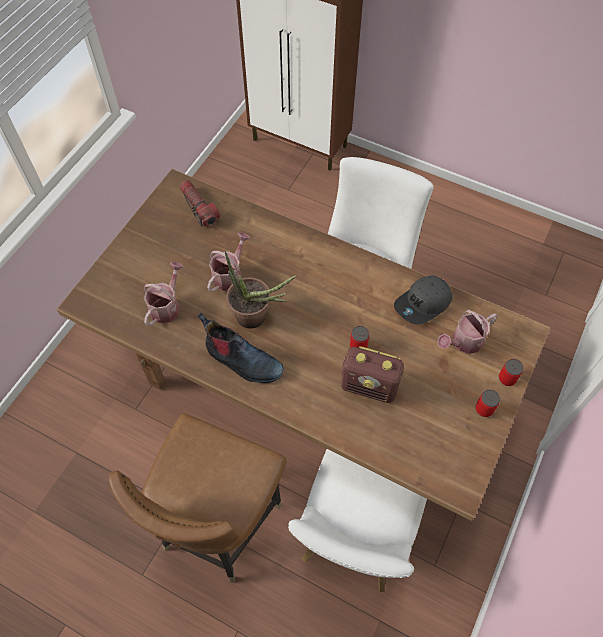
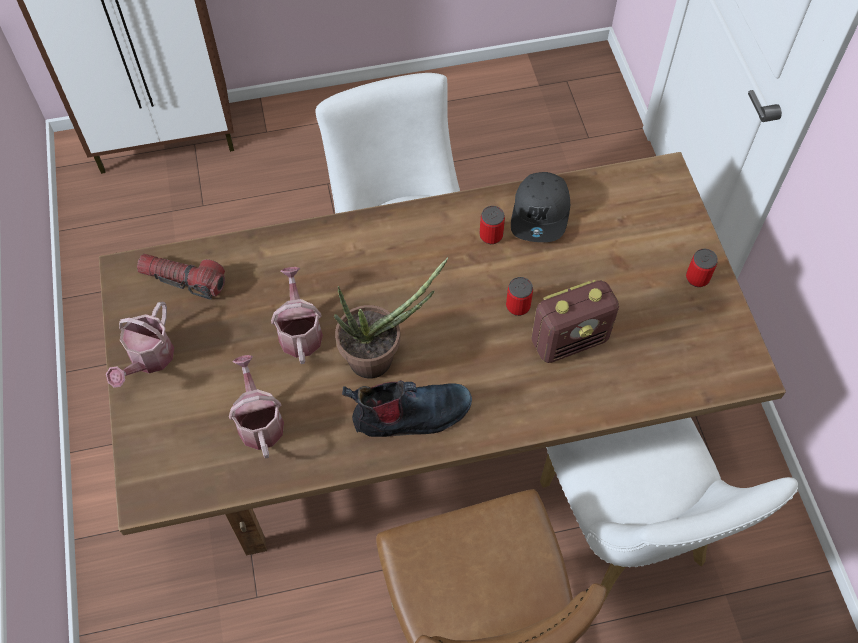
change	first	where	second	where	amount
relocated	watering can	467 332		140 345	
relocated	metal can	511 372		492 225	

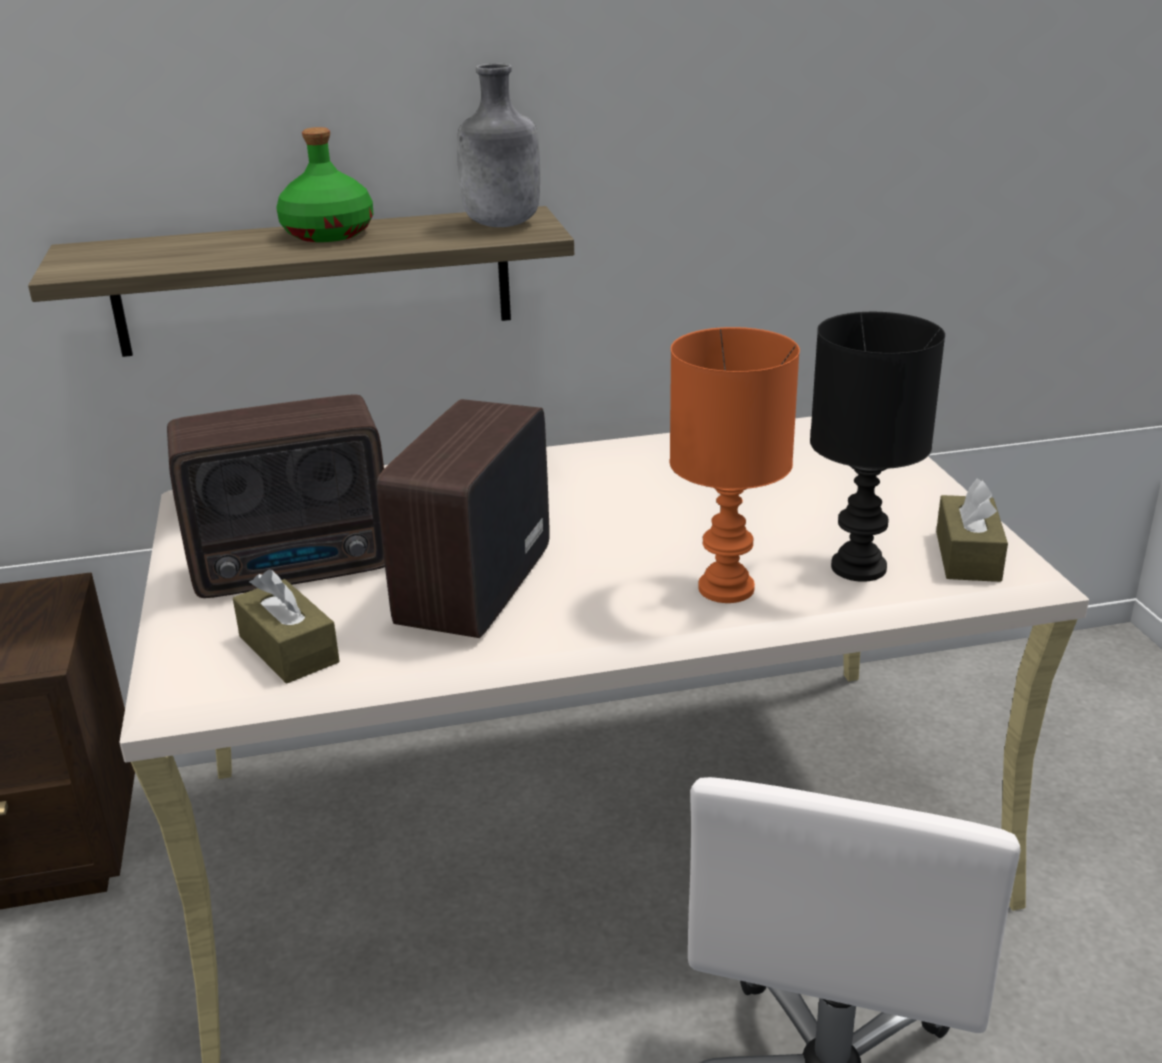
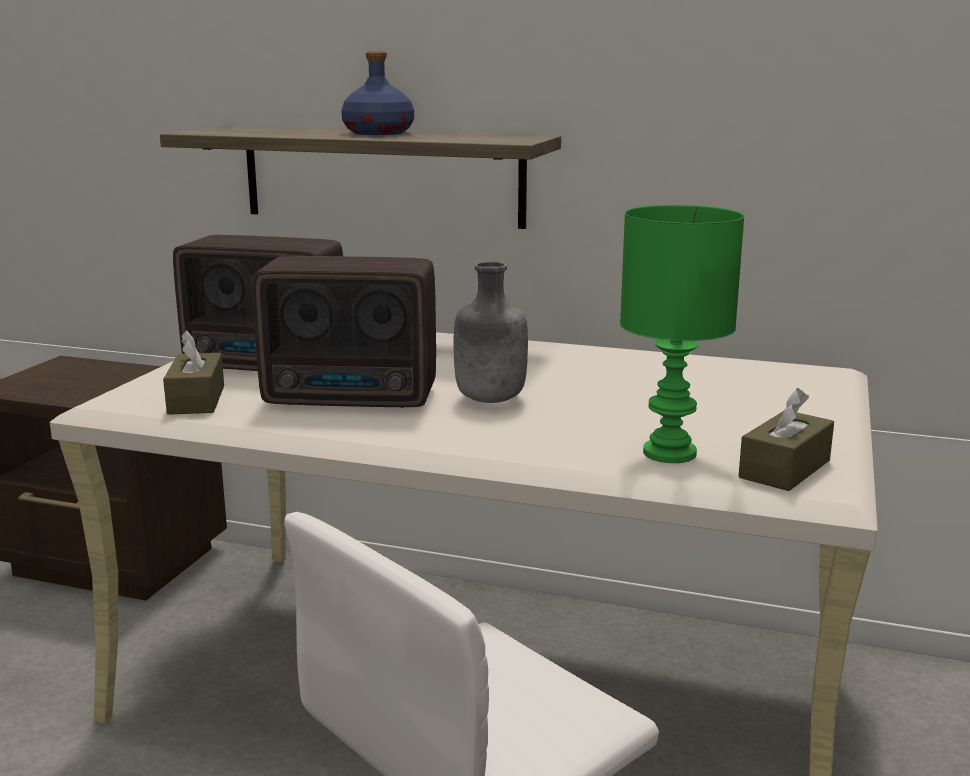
change	first	where	second	where	amount
missing	orange-coloured table lamp	735 465			
relocated	grey beverage bottle	498 145		491 332	
colour	greenish beverage bottle	324 184	blue beverage bottle	377 93	
colour	blackish table lamp	877 447	greenish table lamp	682 334	
spun	radio receiver	463 518		344 332	135 degrees counterclockwise

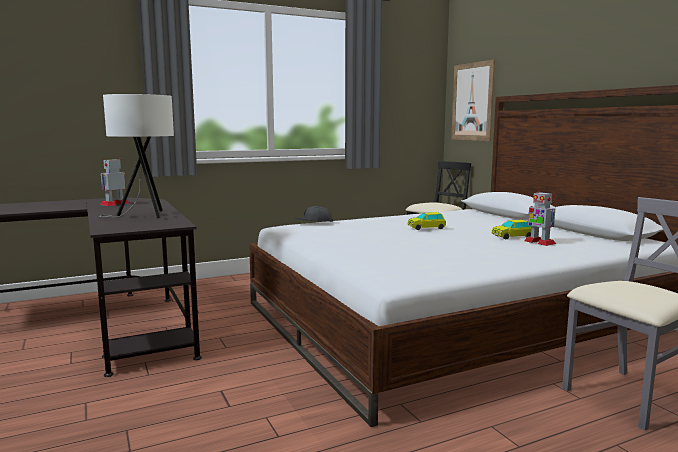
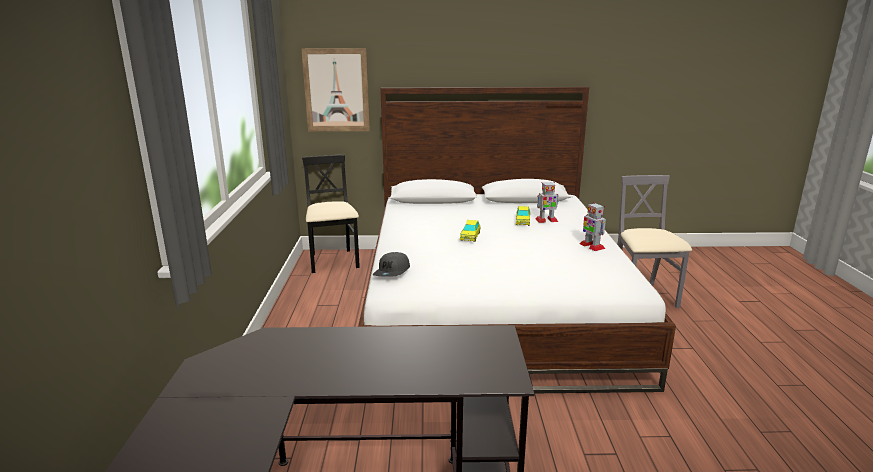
change	first	where	second	where	amount
missing	whitish table lamp	136 156			
relocated	robot figure	114 182		593 226	

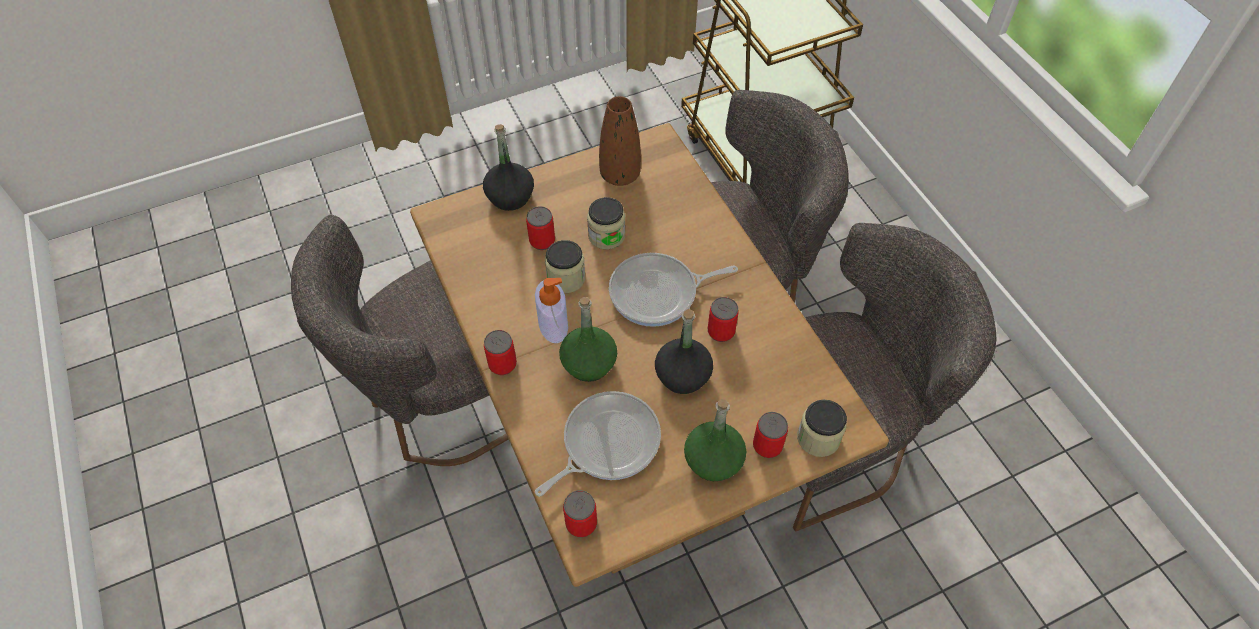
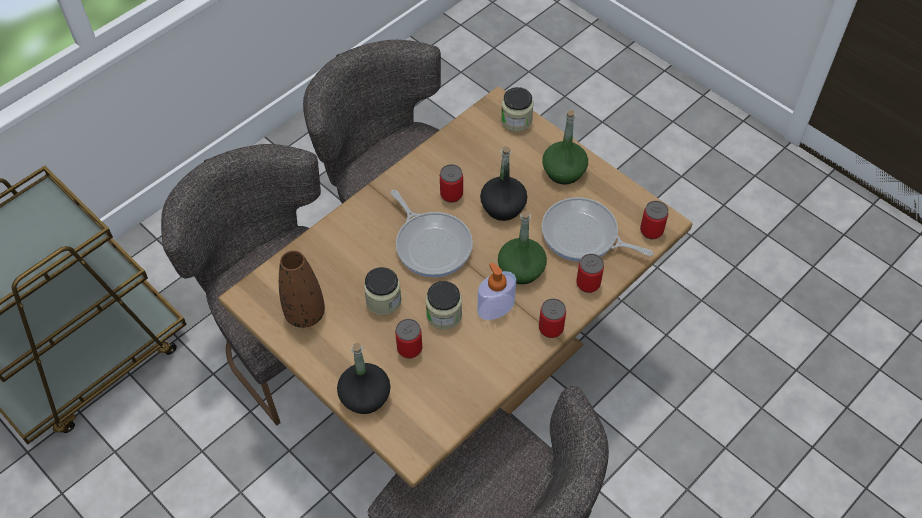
change	first	where	second	where	amount
relocated	metal can	770 435		590 273	

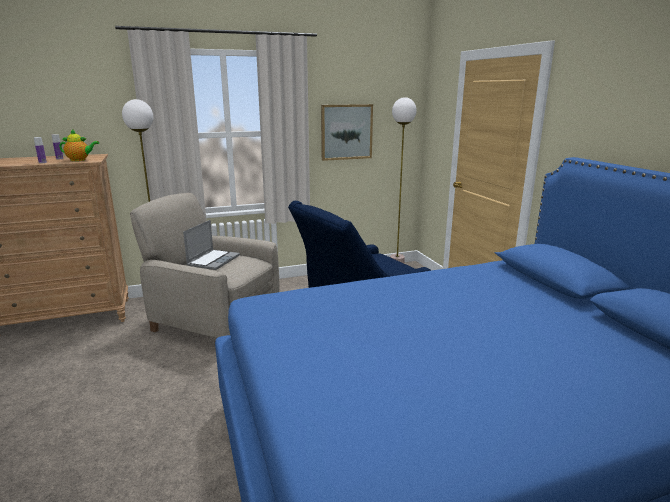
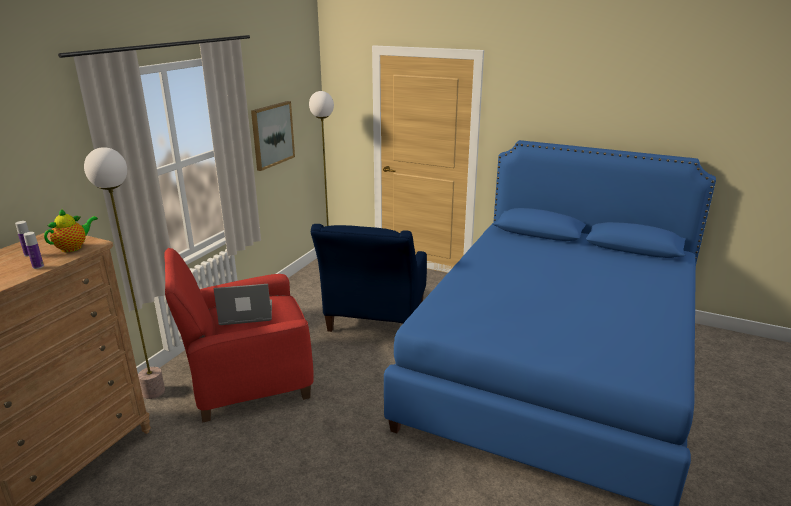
change	first	where	second	where	amount
colour	beige-coloured easy chair	204 265	red-coloured easy chair	239 335	
spun	laptop	211 245		242 304	75 degrees counterclockwise

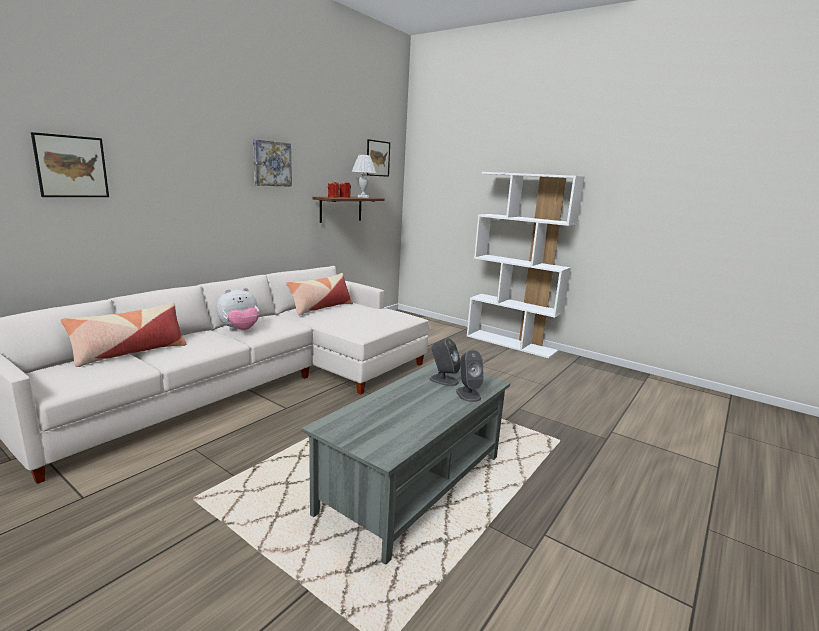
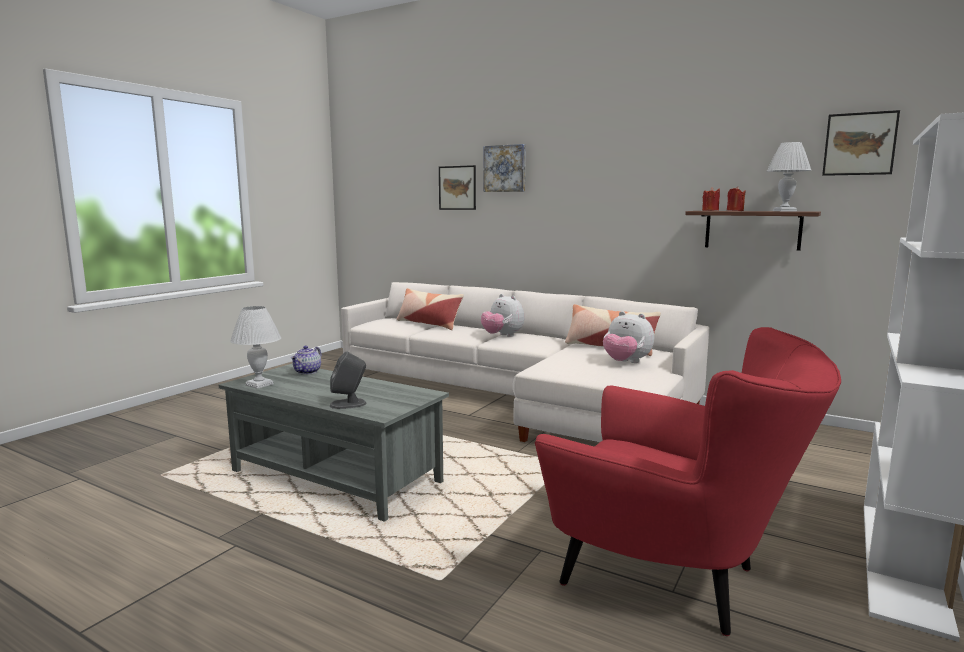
change	first	where	second	where	amount
missing	grey audio speaker	445 362			
appeared			whitish table lamp	255 347	
appeared			teapot	306 360	
appeared			red-coloured easy chair	688 481	
appeared			plush toy	628 337	
relocated	wall art	272 163		505 168	

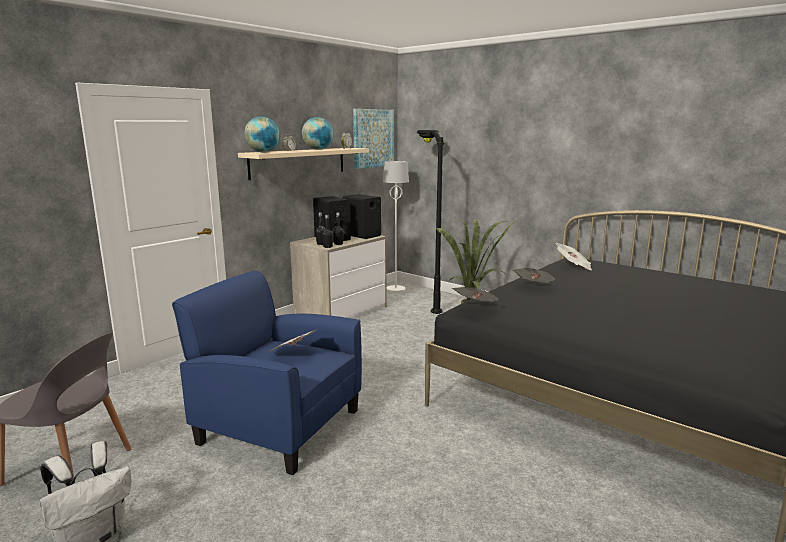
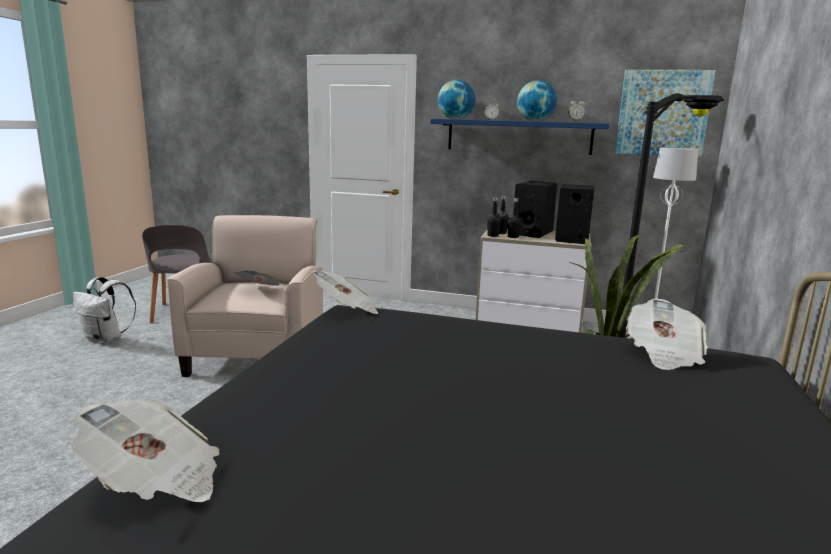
change	first	where	second	where	amount
relocated	newspaper	534 275		145 451	
colour	blue easy chair	267 373	beige-coloured easy chair	245 296	
colour	beige-coloured bracket shelf	303 164	blue bracket shelf	519 137	

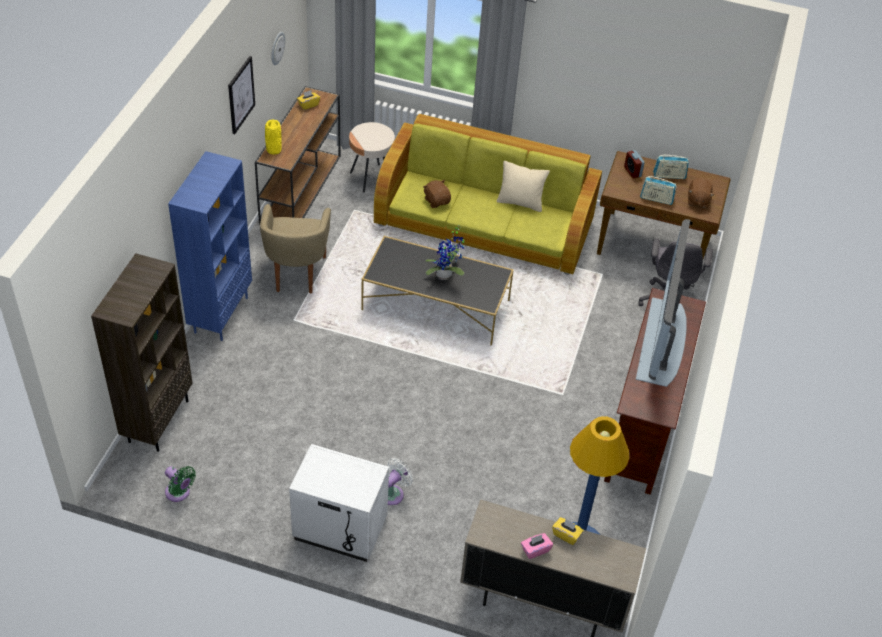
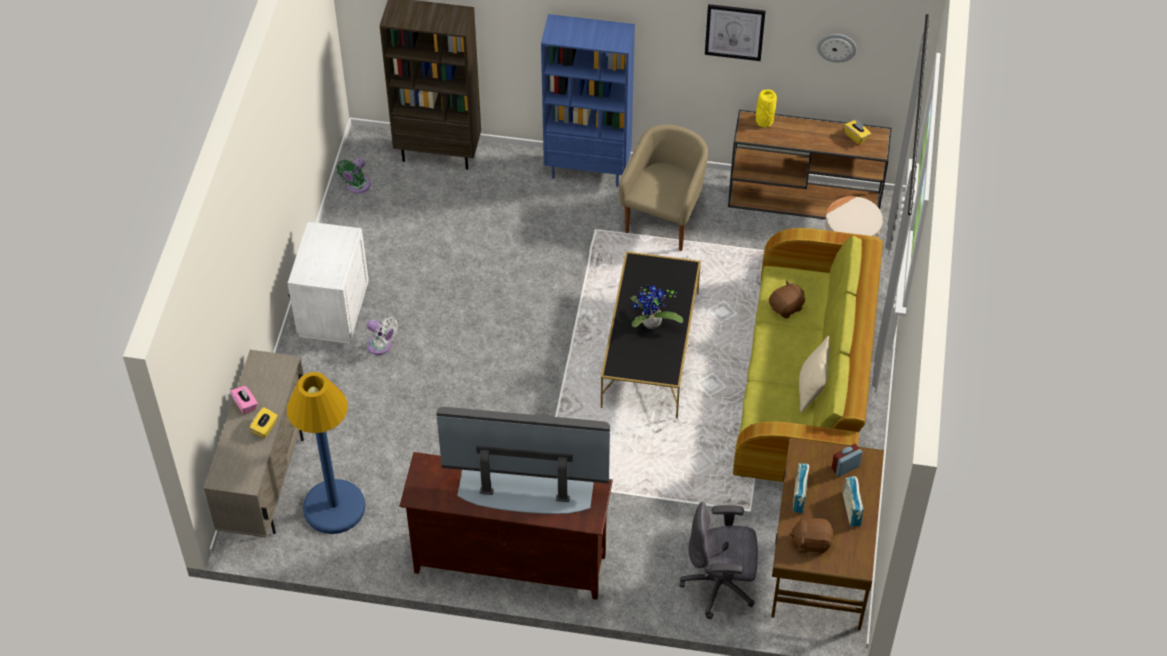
change	first	where	second	where	amount
spun	beige-coloured easy chair	295 248		663 187	120 degrees clockwise

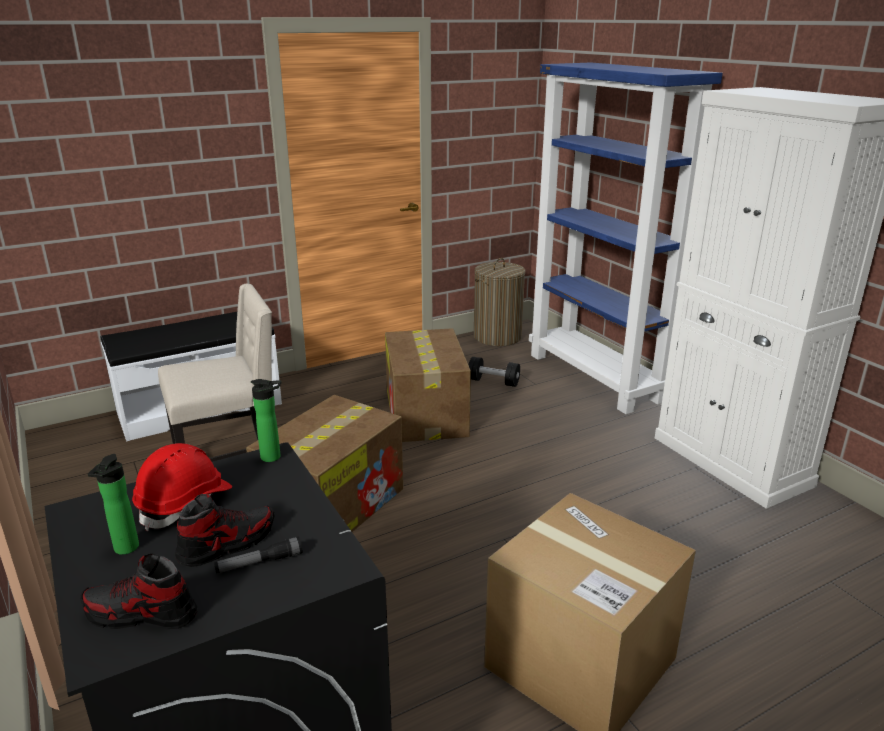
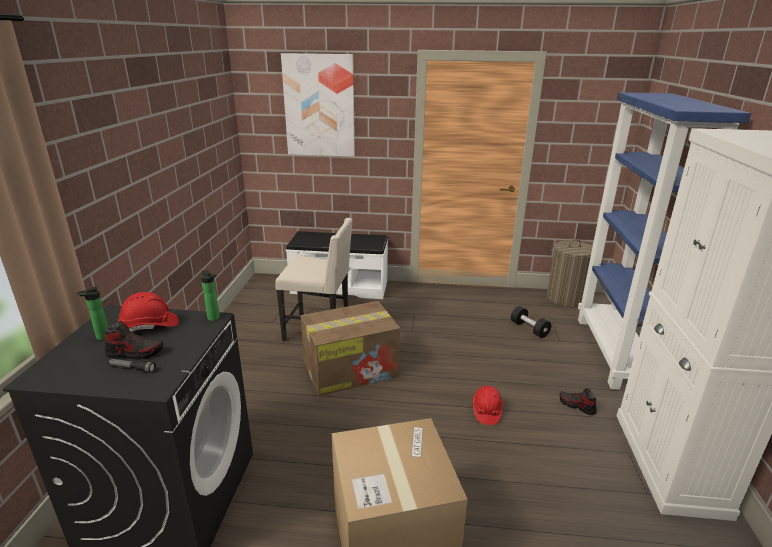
change	first	where	second	where	amount
missing	cardboard box	428 385			
appeared			wall art	318 105	
appeared			red-coloured work helmet	488 405	
relocated	shoe	139 591		578 402	

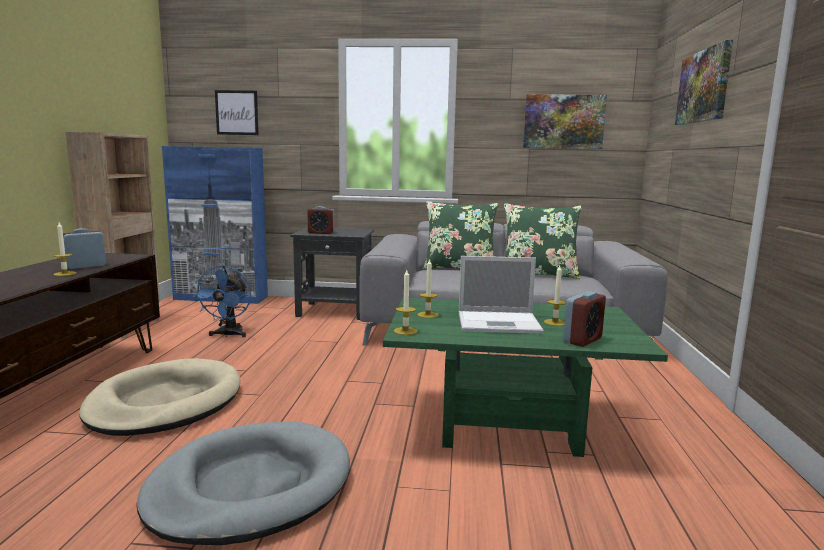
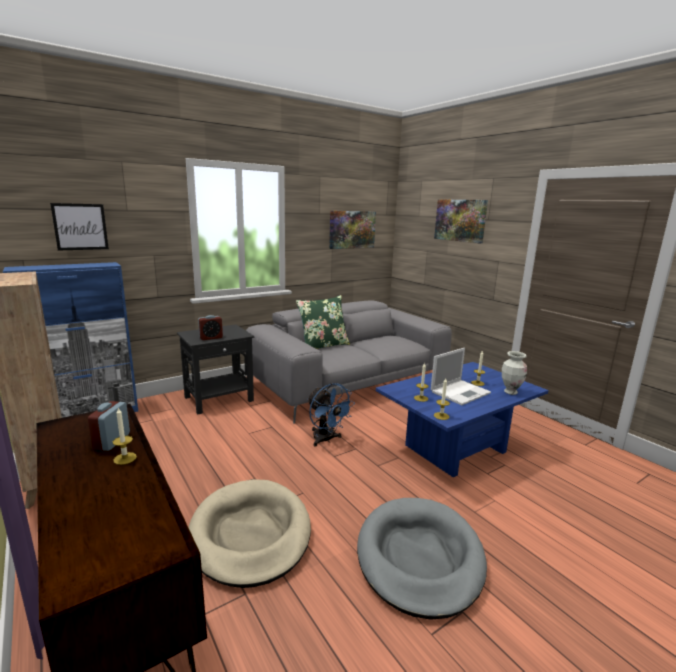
change	first	where	second	where	amount
missing	greenish cushion	543 241			
relocated	blue electric fan	222 301		330 414	
exchanged	table clock	584 319	decorative vase	514 373	
colour	greenish low table	525 377	blue low table	462 419	

